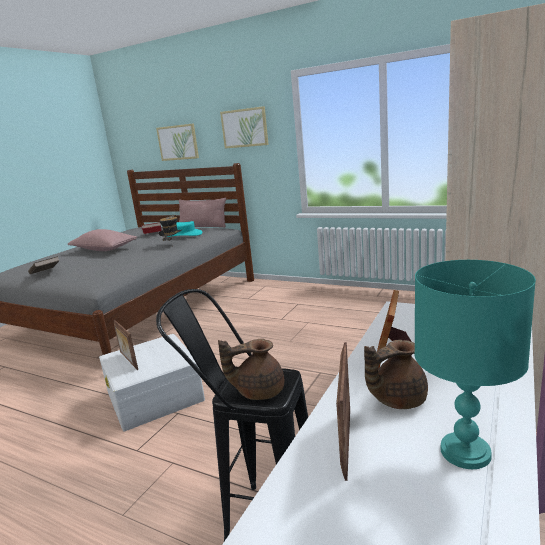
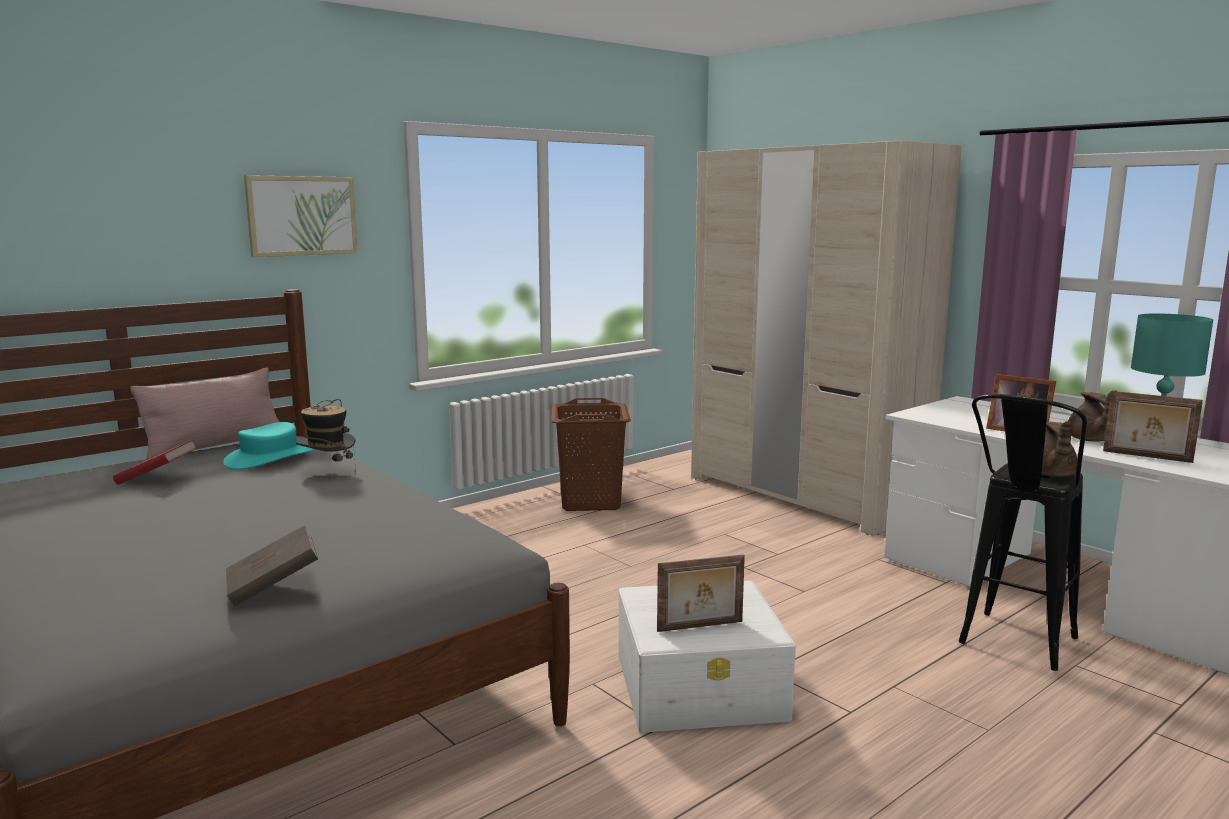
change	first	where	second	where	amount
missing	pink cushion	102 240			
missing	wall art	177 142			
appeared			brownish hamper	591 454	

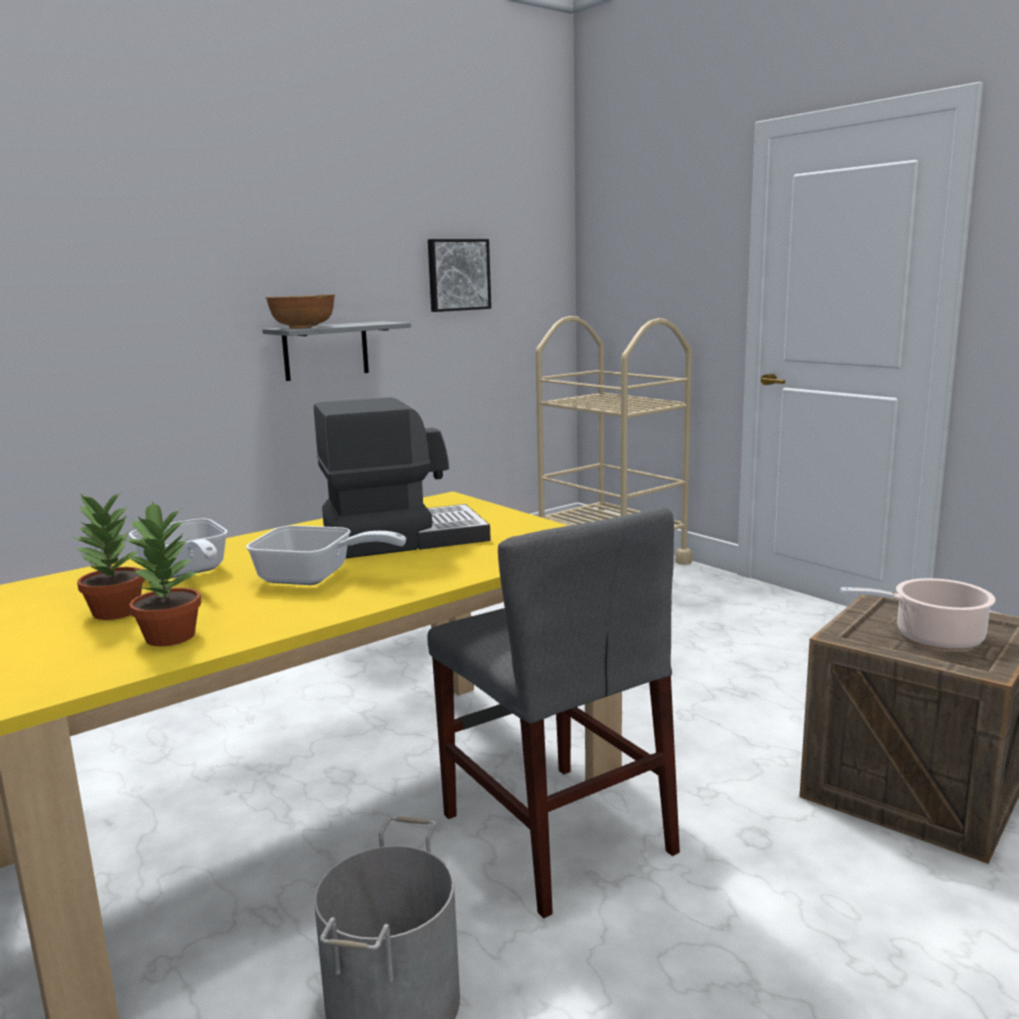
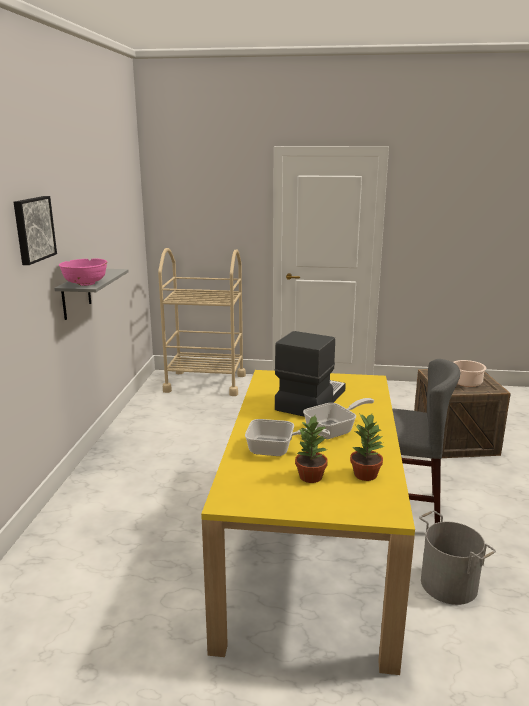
change	first	where	second	where	amount
relocated	wall art	459 275		35 230	
colour	brownish serving bowl	300 311	pink serving bowl	83 272	

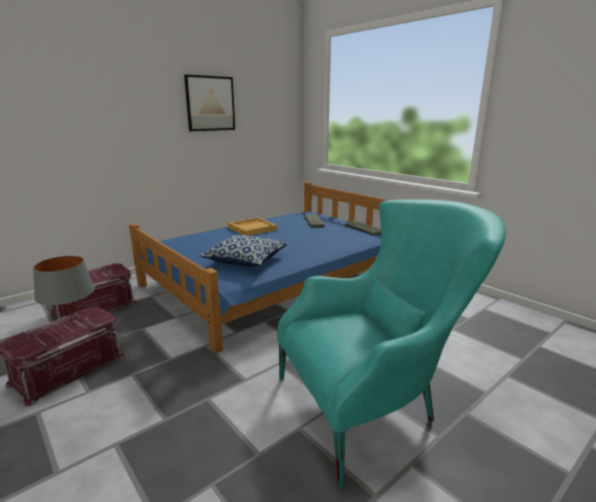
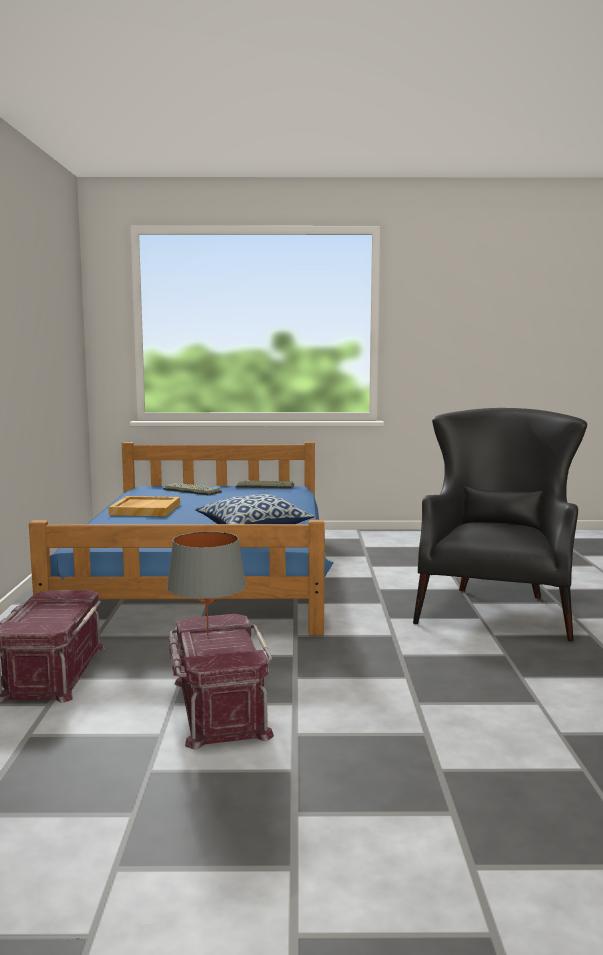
change	first	where	second	where	amount
missing	wall art	209 102			
colour	blue-green easy chair	391 343	blackish easy chair	500 525	

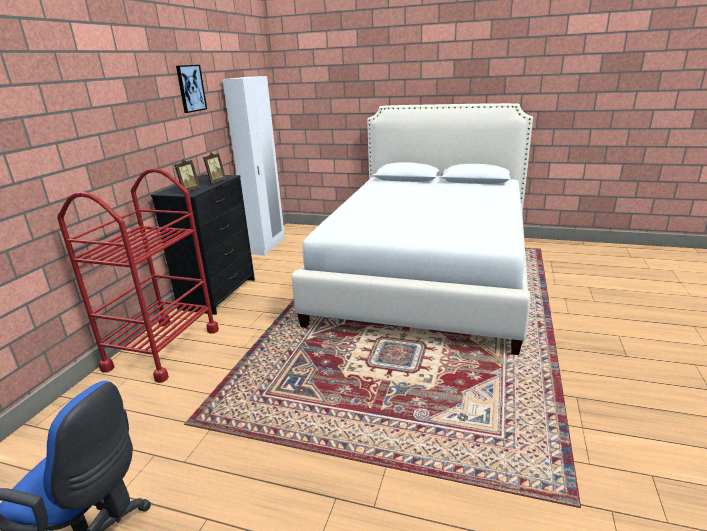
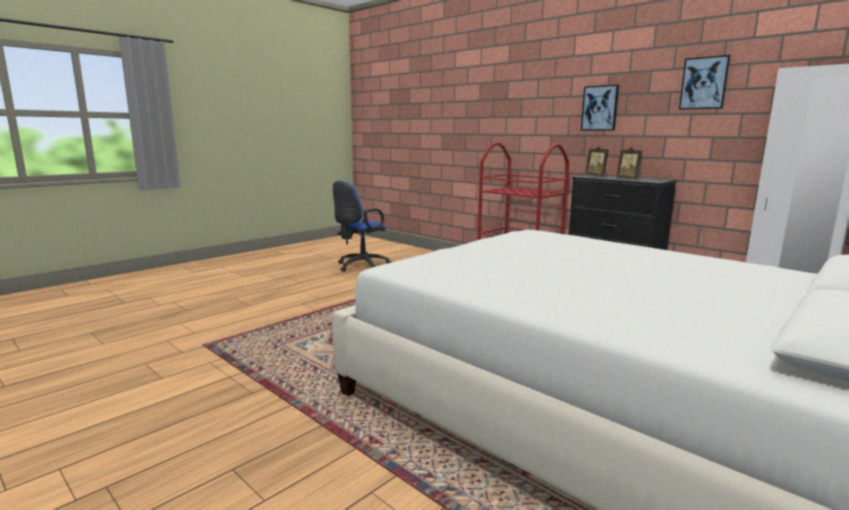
change	first	where	second	where	amount
appeared			wall art	600 108	

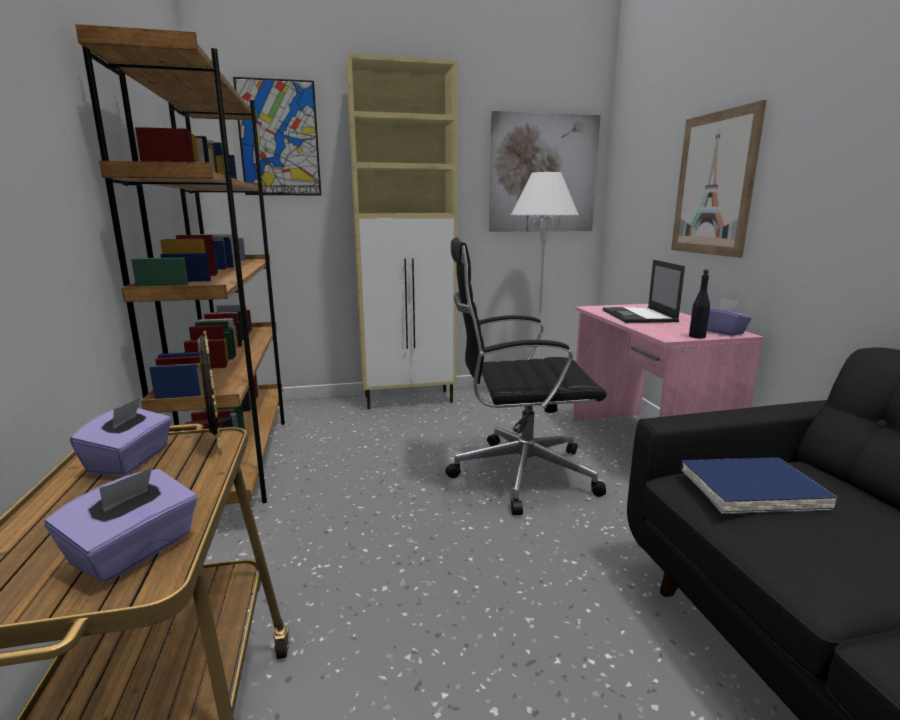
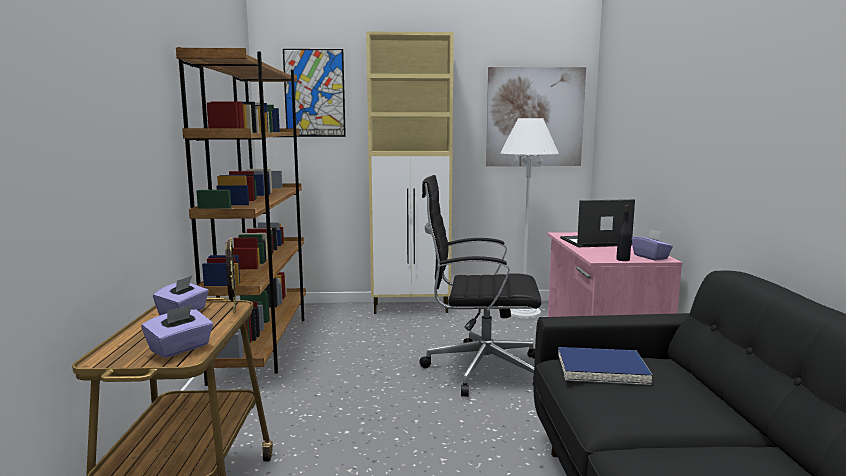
change	first	where	second	where	amount
missing	wall art	719 179			
spun	laptop	644 291		597 223	75 degrees clockwise

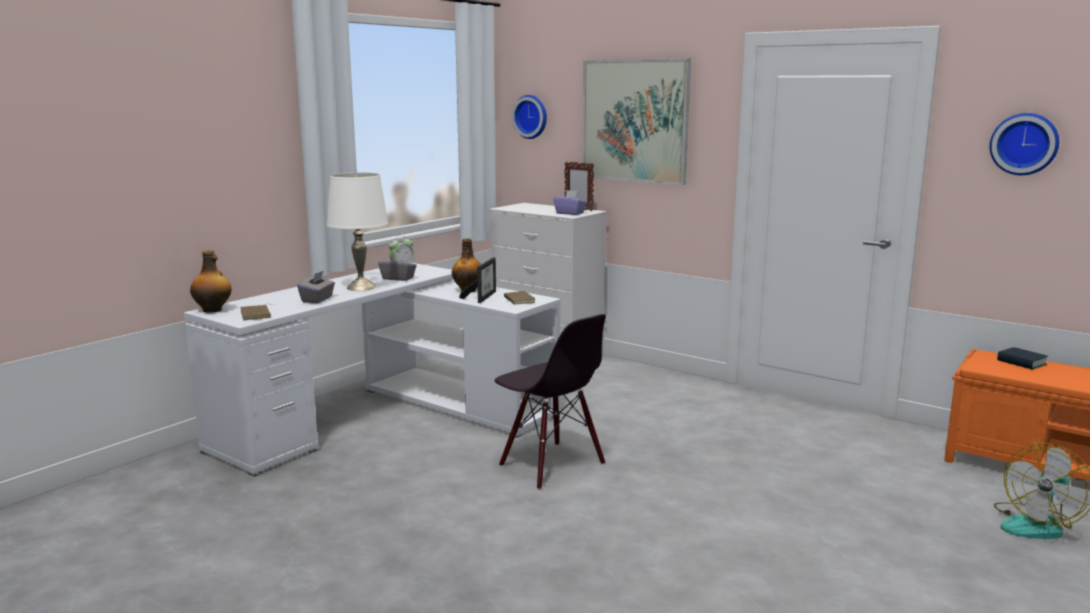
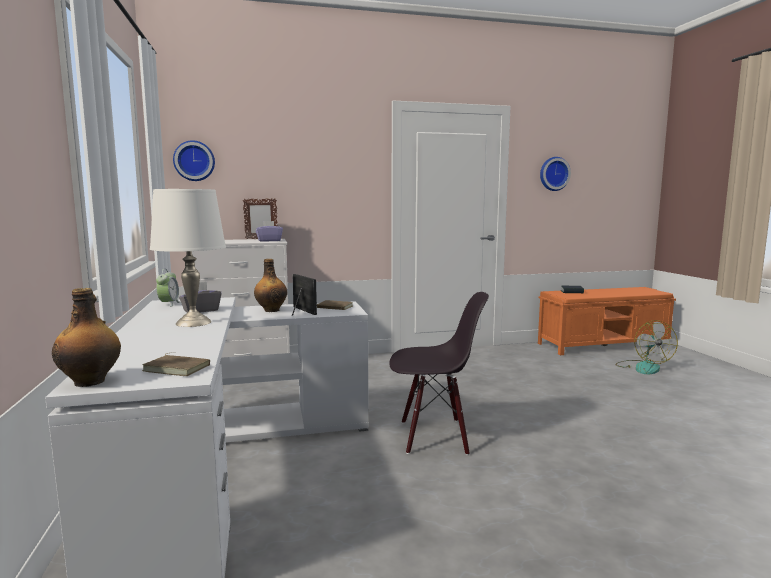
change	first	where	second	where	amount
missing	grey tissue holder	316 287			
missing	wall art	636 121			

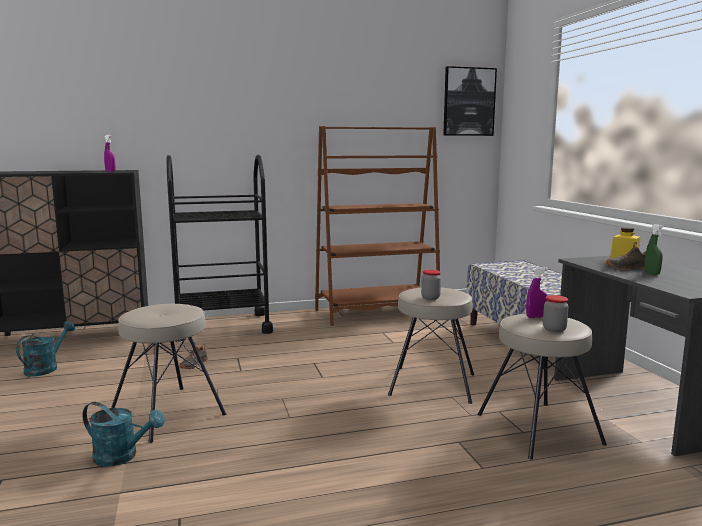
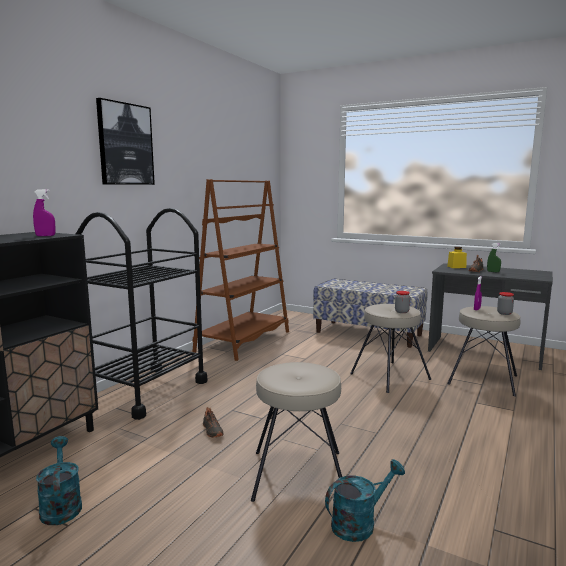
change	first	where	second	where	amount
relocated	wall art	470 101		125 141	

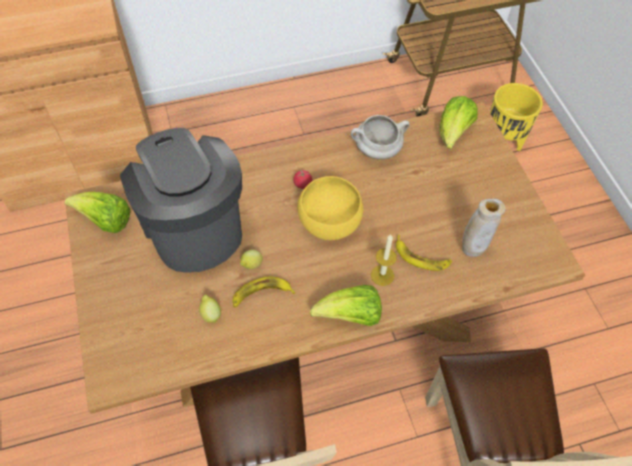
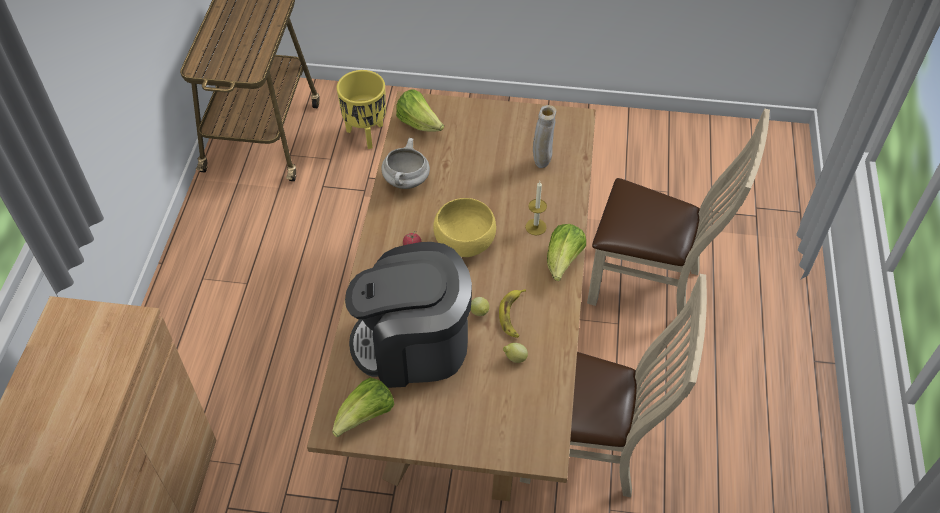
change	first	where	second	where	amount
missing	banana	424 253			

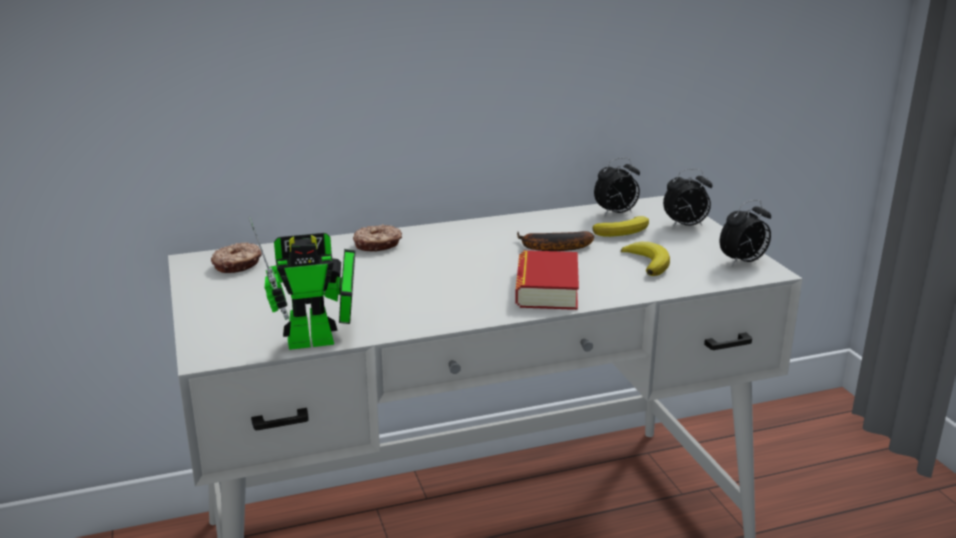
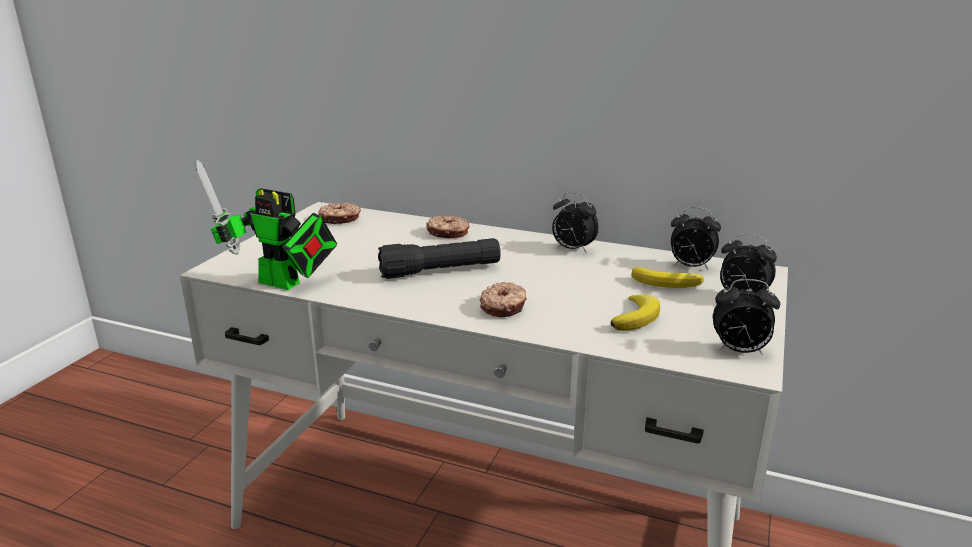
change	first	where	second	where	amount
missing	banana	555 241			
appeared			blackish hand torch	439 258	
appeared			table clock	575 222	
exchanged	book	547 280	ring doughnut	503 300	

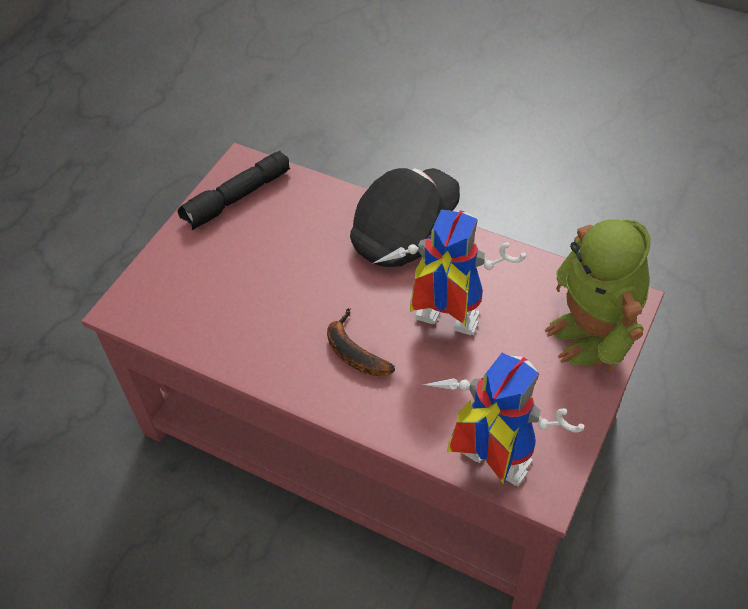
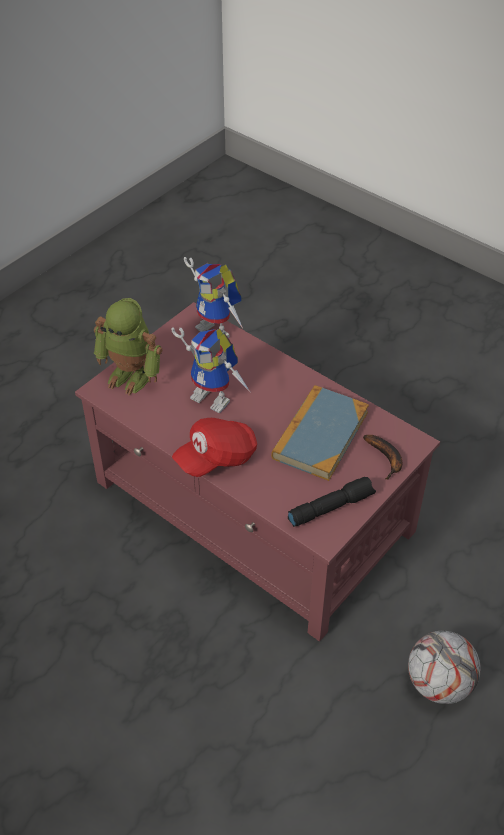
change	first	where	second	where	amount
appeared			book	320 433	
appeared			ball for football	444 667	
relocated	banana	361 342		382 457	
colour	blackish peaked cap	405 217	red-coloured peaked cap	214 447	
spun	robot figure	597 295		128 347	120 degrees clockwise

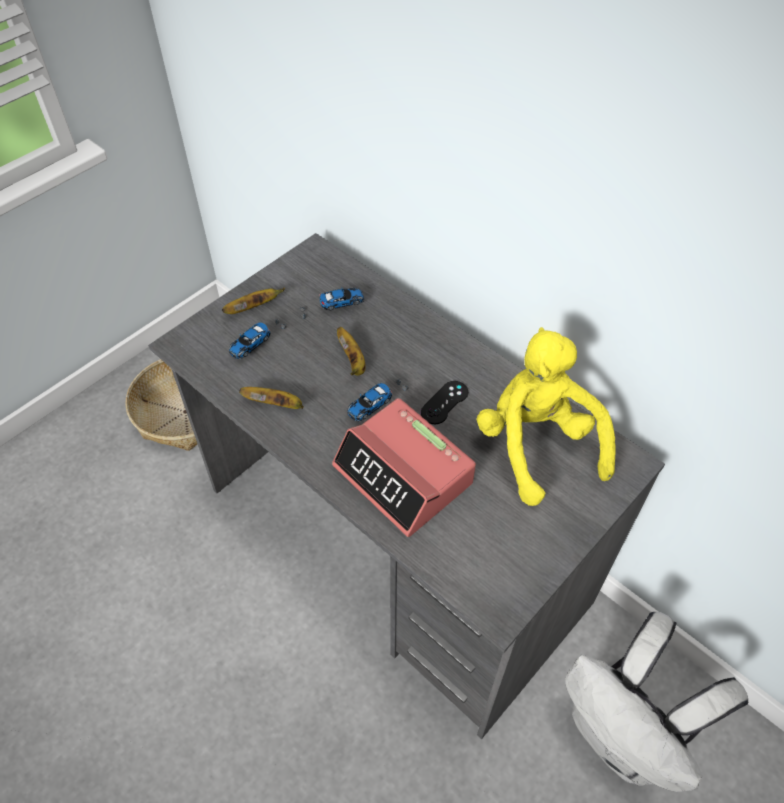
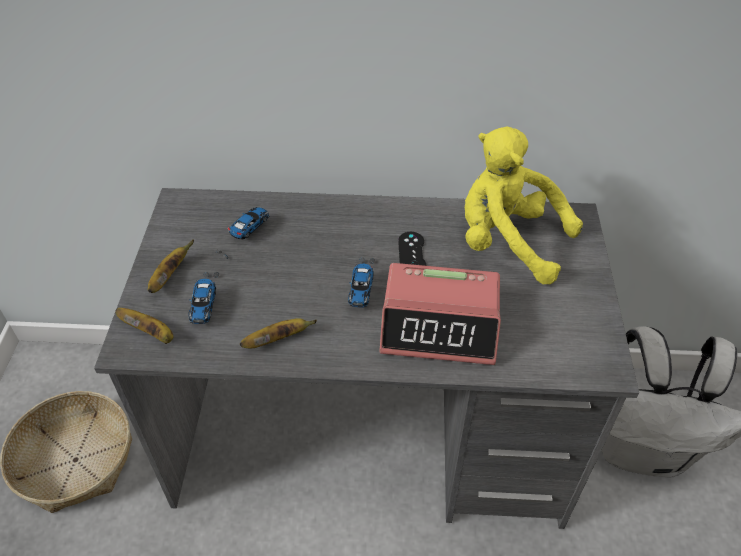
change	first	where	second	where	amount
relocated	banana	351 351		144 326	

